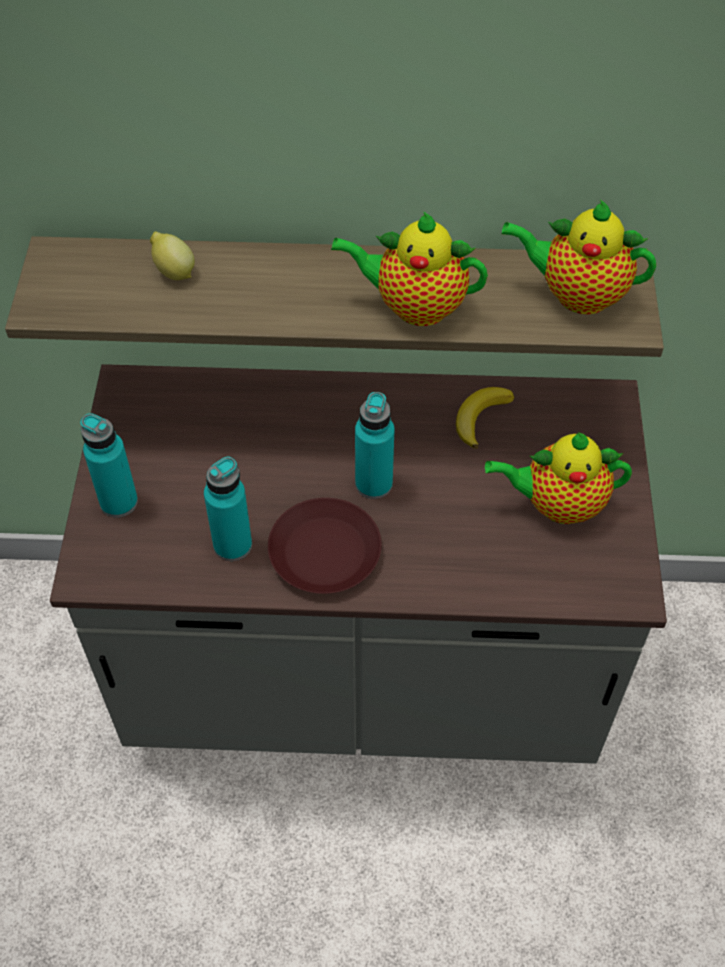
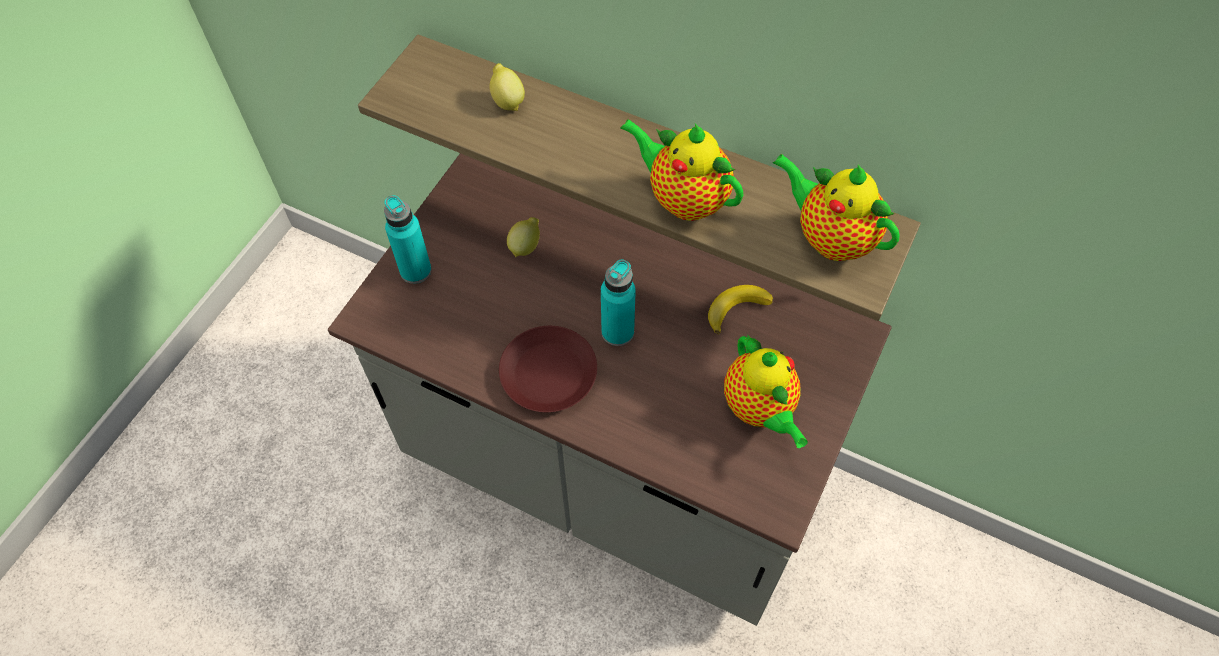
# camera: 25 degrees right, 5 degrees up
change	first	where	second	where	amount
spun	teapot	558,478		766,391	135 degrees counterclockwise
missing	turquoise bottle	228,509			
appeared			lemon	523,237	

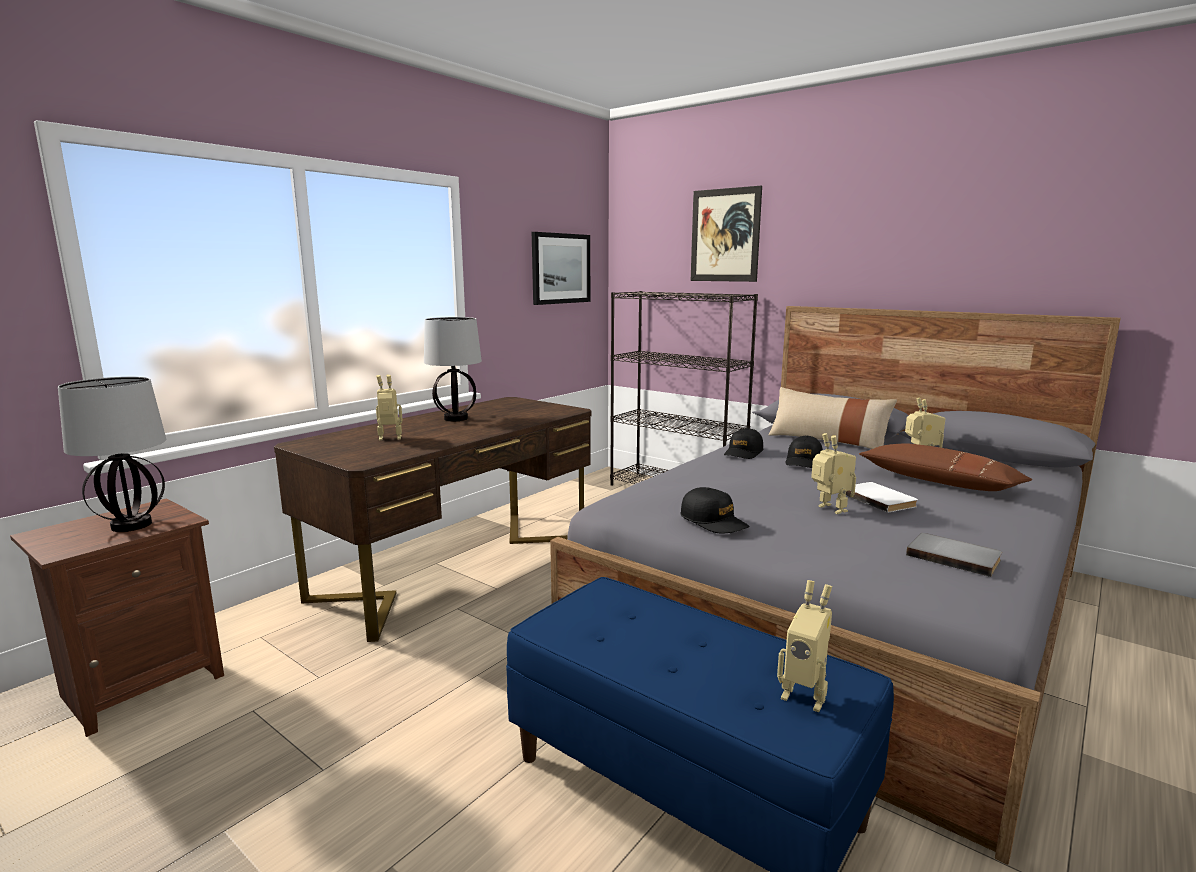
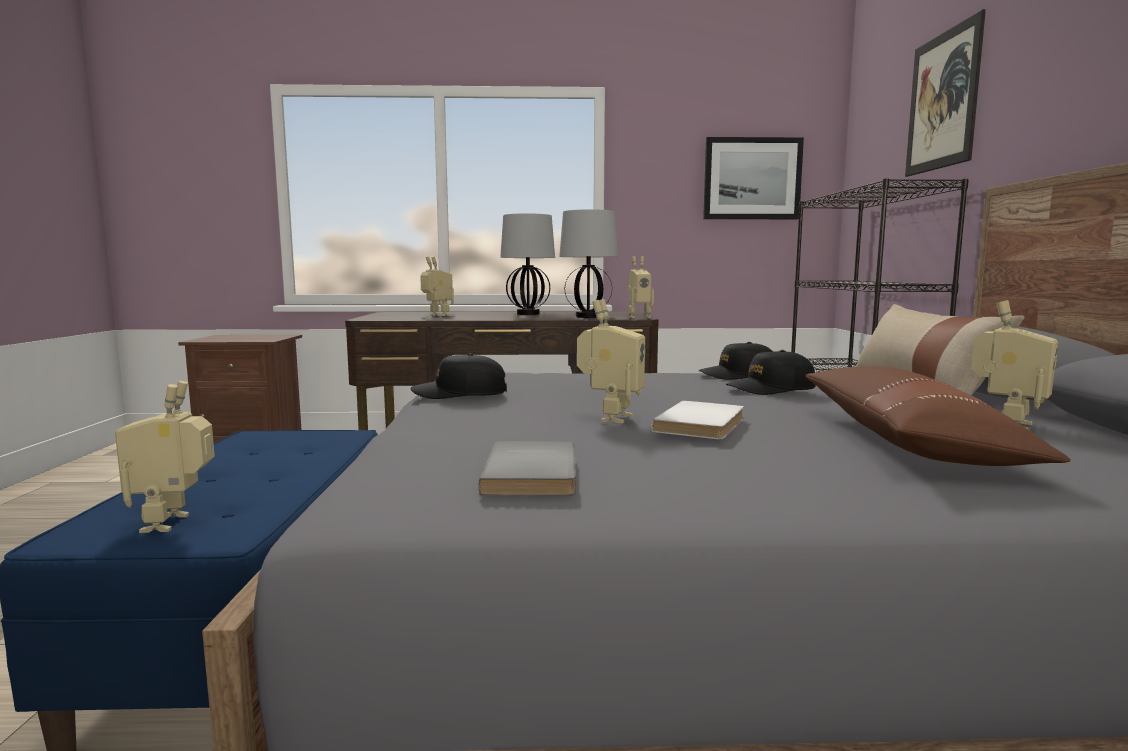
# camera: 50 degrees right, 5 degrees down
change	first	where	second	where	amount
relocated	table lamp	112,454		588,263	
spun	black cap	714,510		459,376	75 degrees clockwise
appeared			toy robot	641,287	

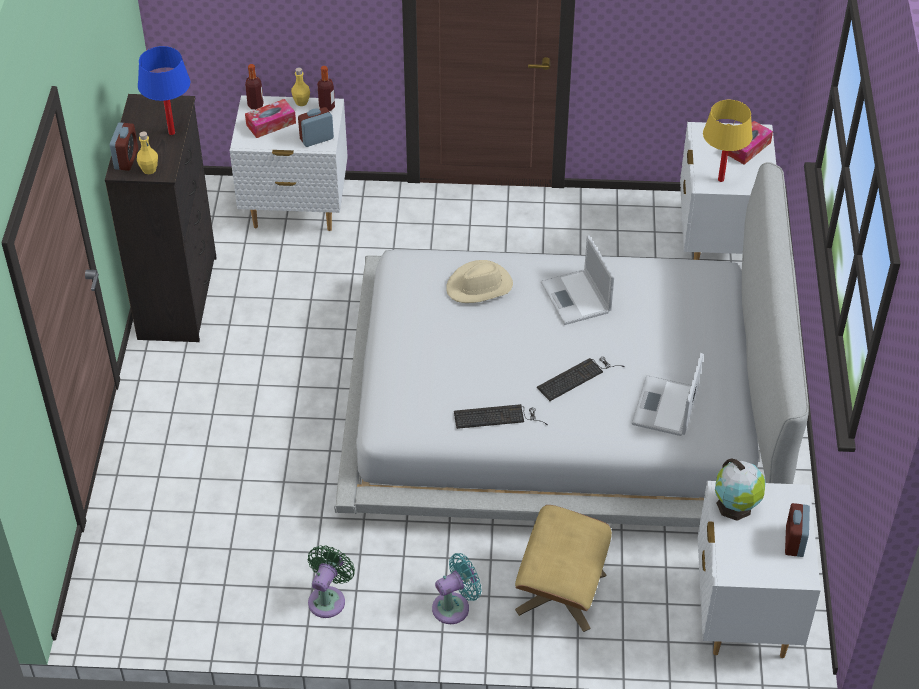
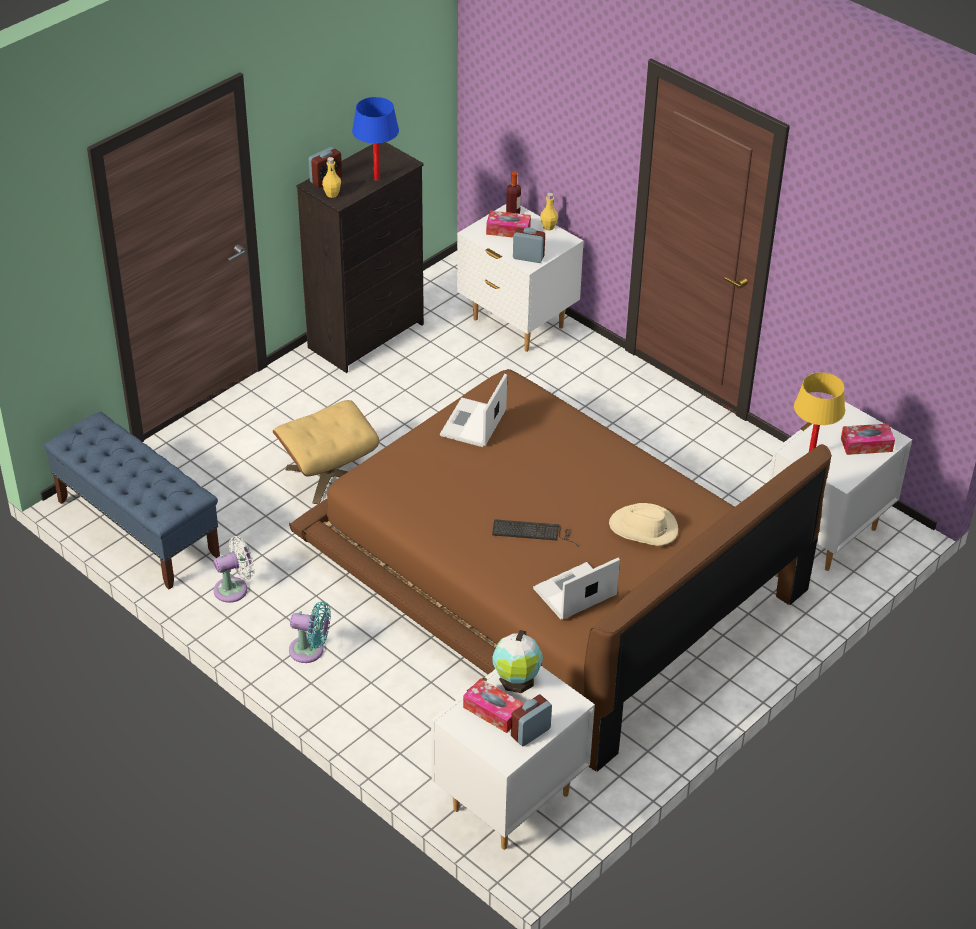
# camera: 40 degrees right, 5 degrees down
change	first	where	second	where	amount
missing	bottle	326,88			
colour	white bed	571,344	brown bed	560,570	
relocated	laptop	577,280		473,410	
relocated	beige hat	479,281		643,524	
missing	keyboard	501,416			
relocated	beige ottoman	563,568		326,452	
colour	green fan	331,581	white fan	234,569	
appeared			blue bench	132,500	
appeared			tissue box	493,705	

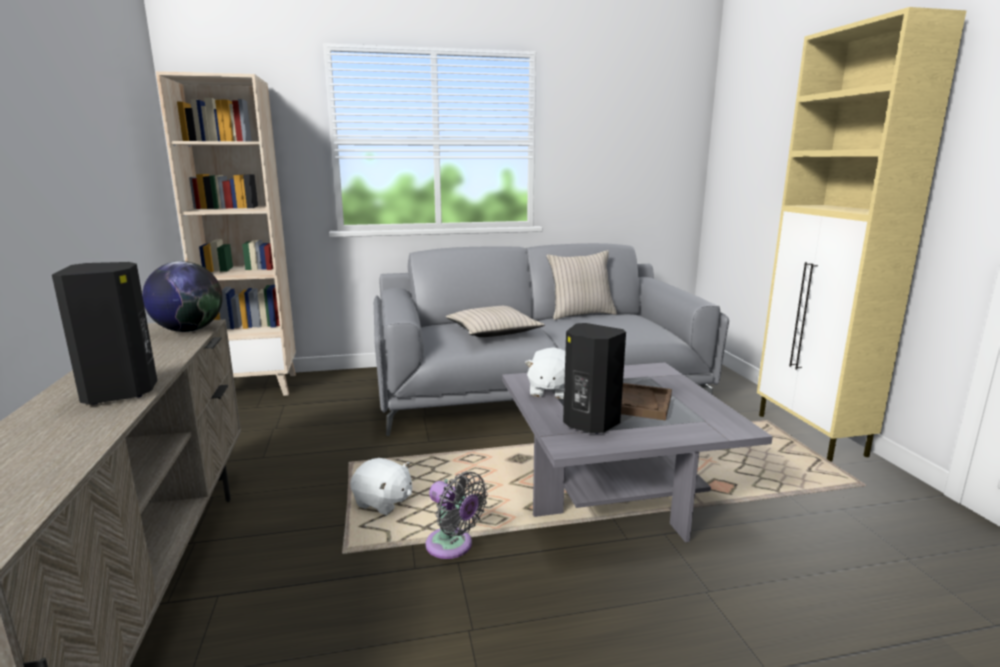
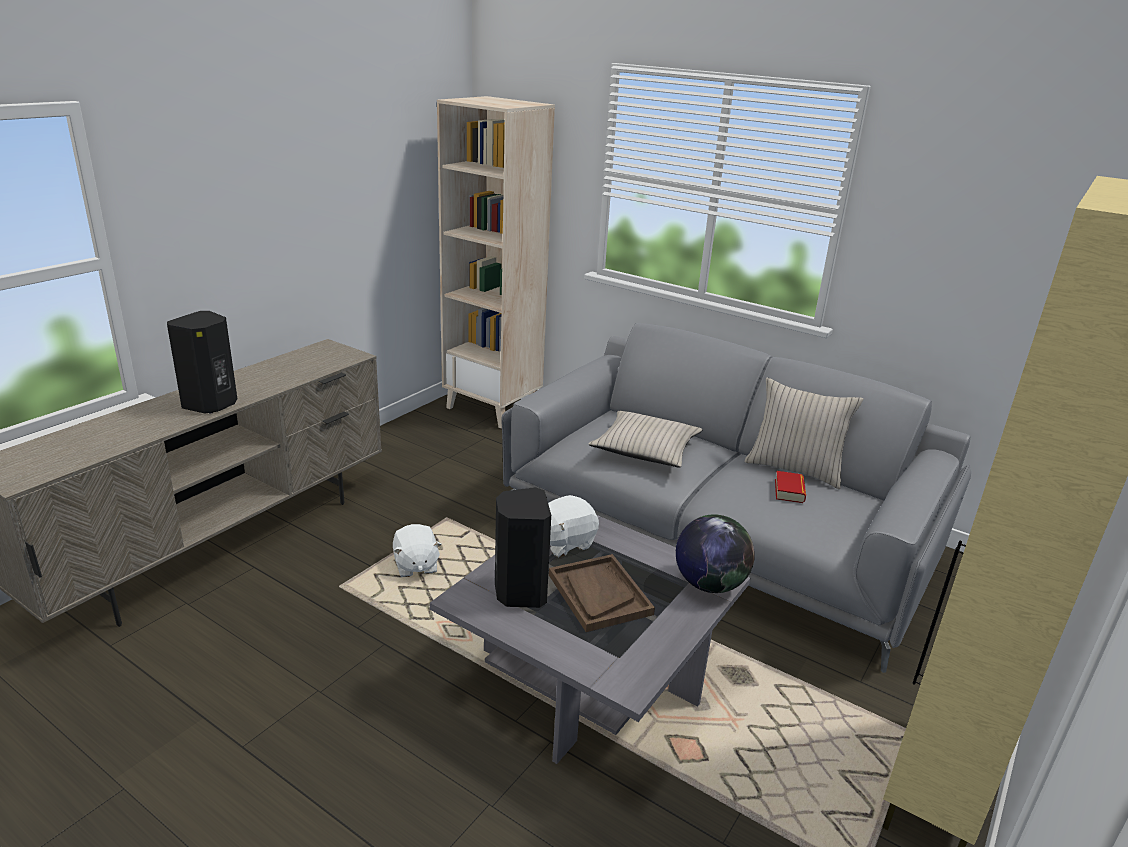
# camera: 45 degrees right, 10 degrees up
change	first	where	second	where	amount
relocated	globe	182,296		715,553	
missing	grey fan	456,515			
appeared			book	790,487	

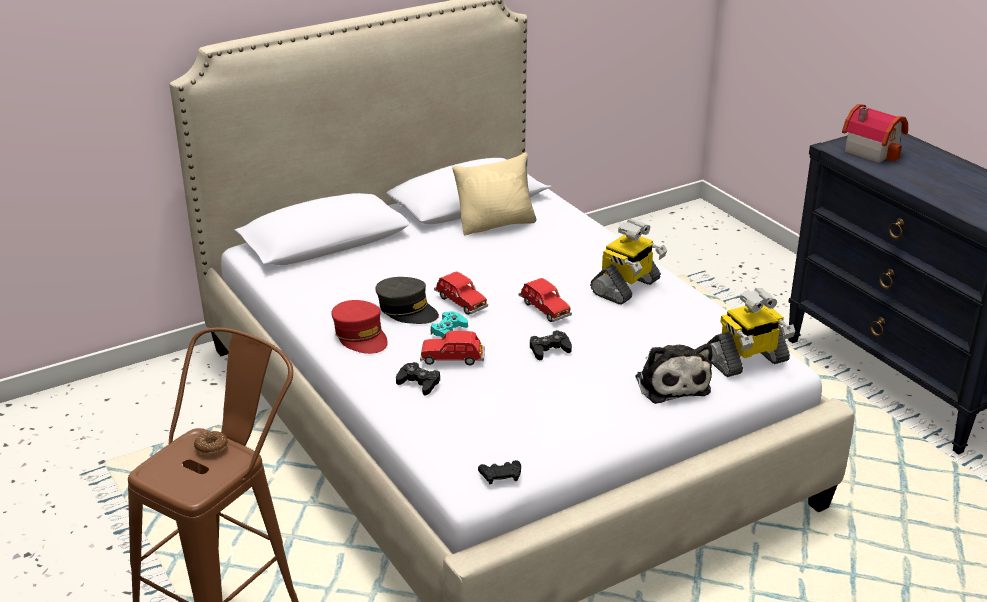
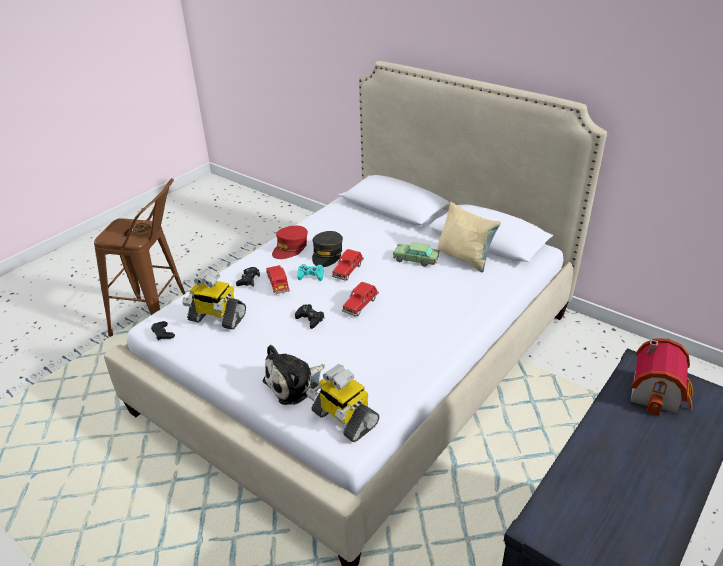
# camera: 70 degrees right, 5 degrees up
change	first	where	second	where	amount
relocated	toy robot	628,262		214,300	
appeared			toy car	416,254	

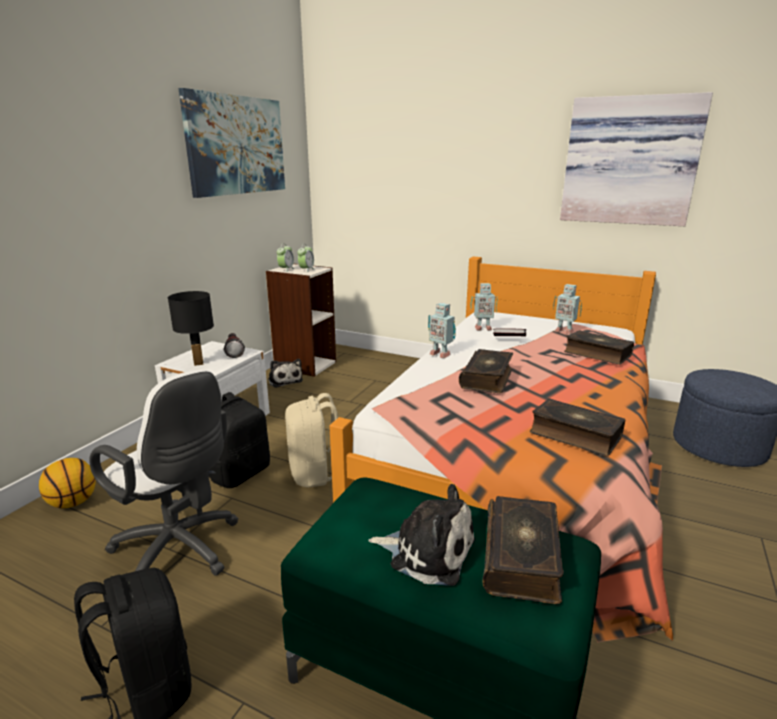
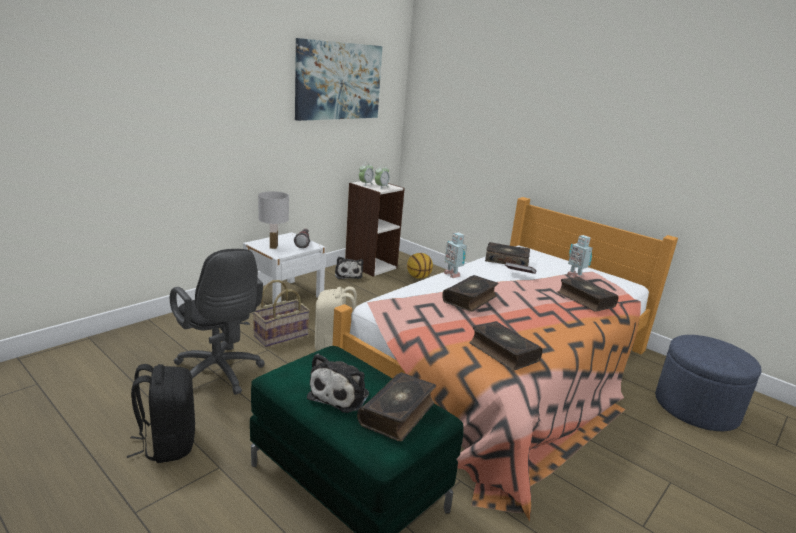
# camera: 15 degrees right, 0 degrees up
change	first	where	second	where	amount
missing	picture	636,159			
exchanged	toy robot	484,307	book	507,254	
colour	black table lamp	191,328	white table lamp	273,220	
colour	white office chair	164,473	black office chair	217,322	
exchanged	black backpack	239,440	basket	281,313	
relocated	basketball	67,483		420,266	
spun	plush toy	421,535		338,383	75 degrees clockwise

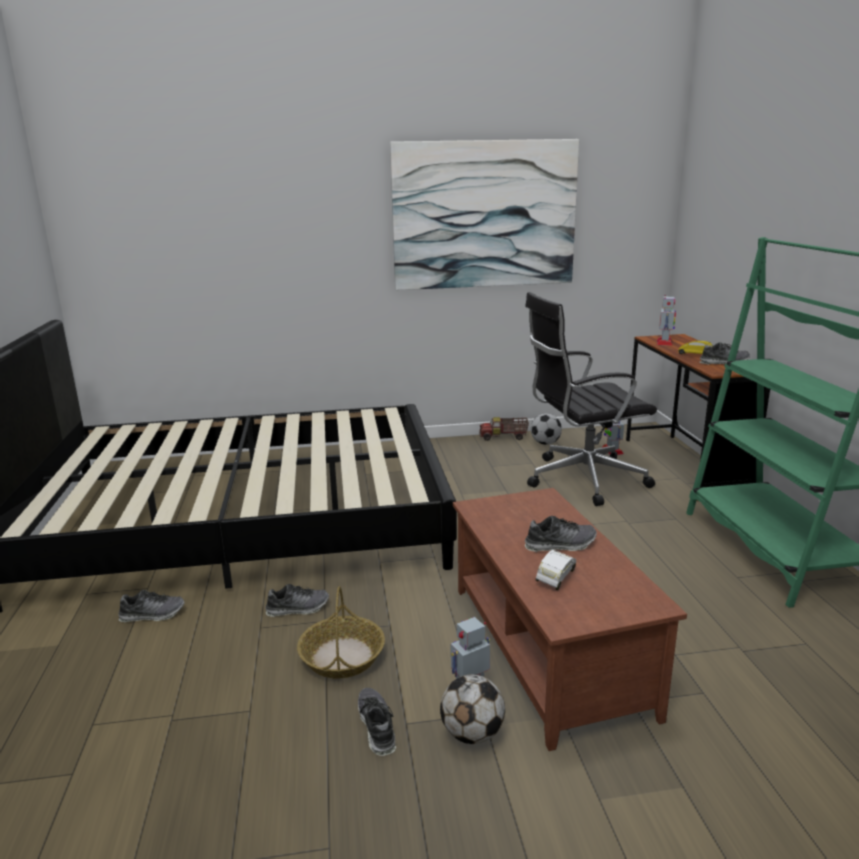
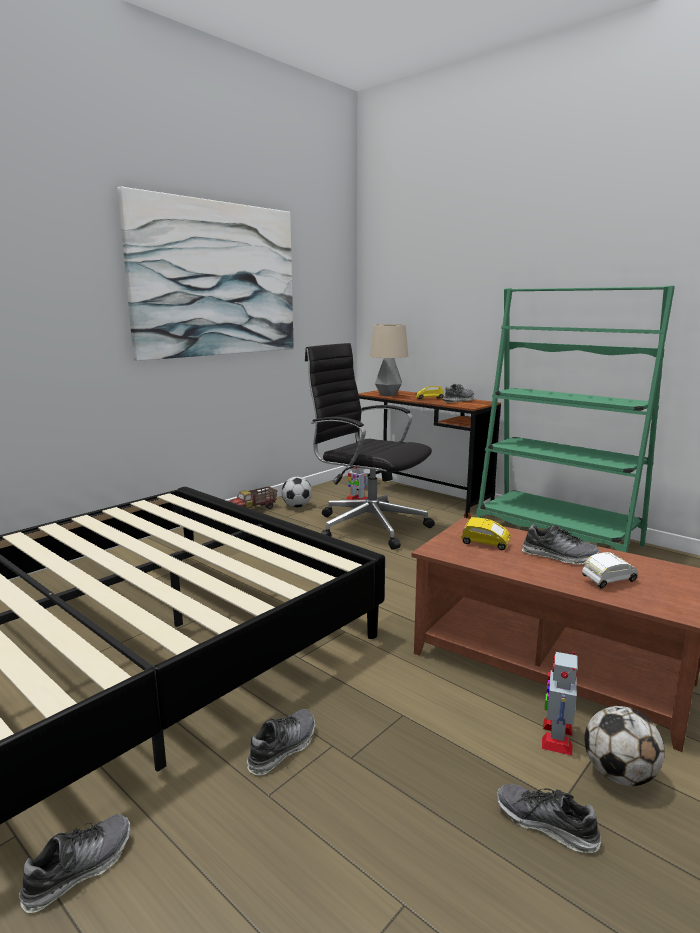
# camera: 40 degrees left, 5 degrees down
change	first	where	second	where	amount
spun	black office chair	591,399		370,446	90 degrees clockwise
exchanged	toy robot	666,320	table lamp	389,360	
spun	shoe	561,534		561,545	75 degrees clockwise
spun	white toy car	556,570		610,570	75 degrees clockwise
missing	basket	341,632			
appeared			yellow toy car	486,533	

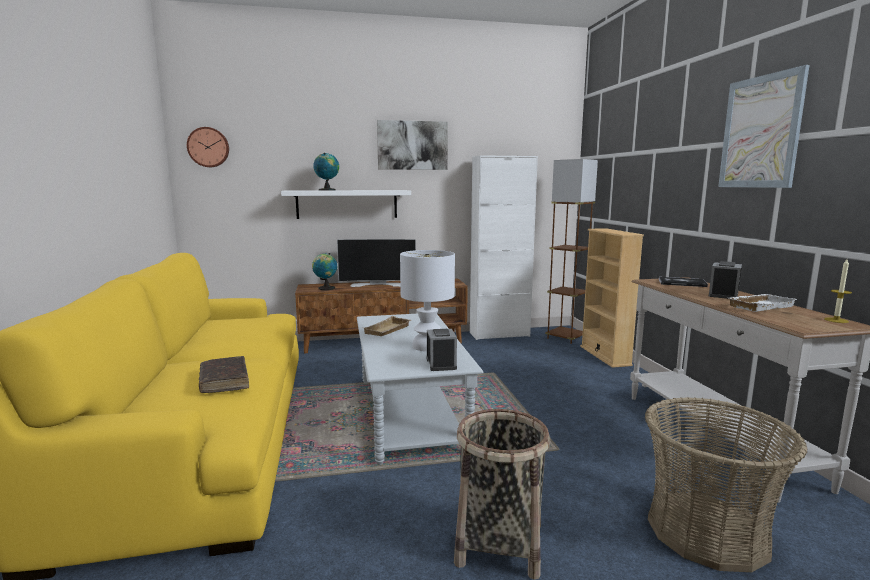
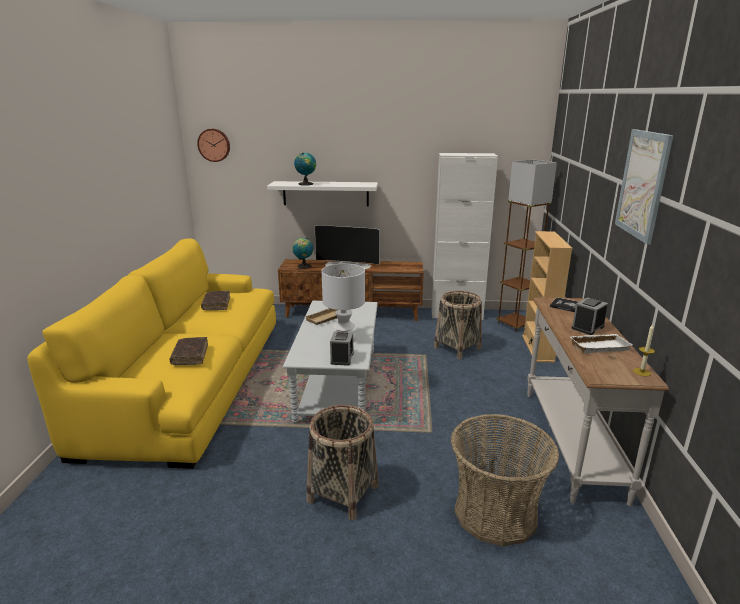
# camera: 15 degrees right, 10 degrees up
change	first	where	second	where	amount
missing	picture	412,145			
appeared			brown book	215,300	
appeared			basket	458,325	

